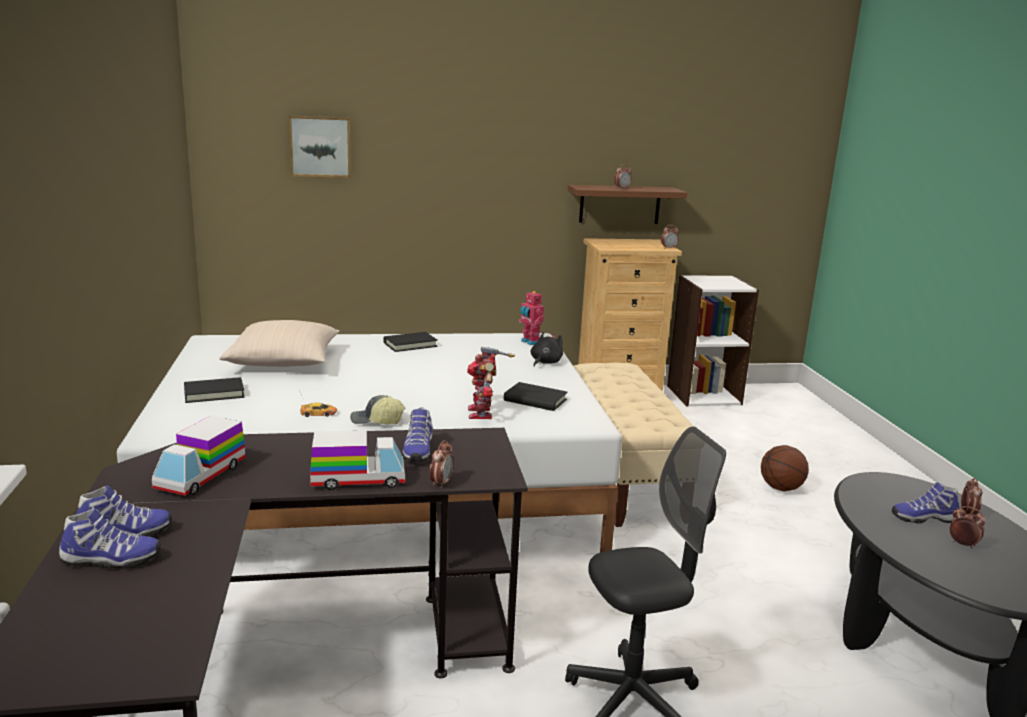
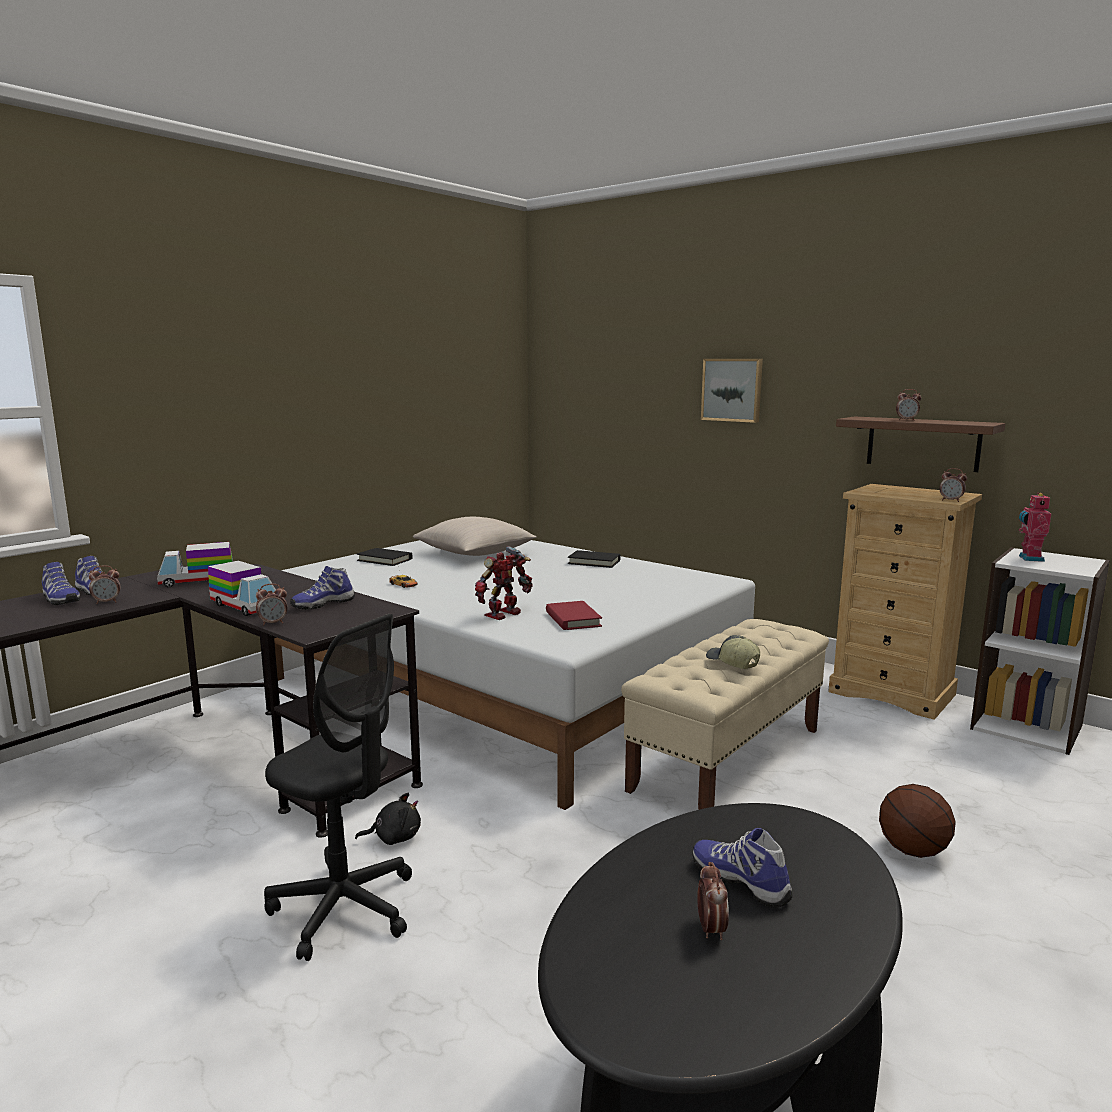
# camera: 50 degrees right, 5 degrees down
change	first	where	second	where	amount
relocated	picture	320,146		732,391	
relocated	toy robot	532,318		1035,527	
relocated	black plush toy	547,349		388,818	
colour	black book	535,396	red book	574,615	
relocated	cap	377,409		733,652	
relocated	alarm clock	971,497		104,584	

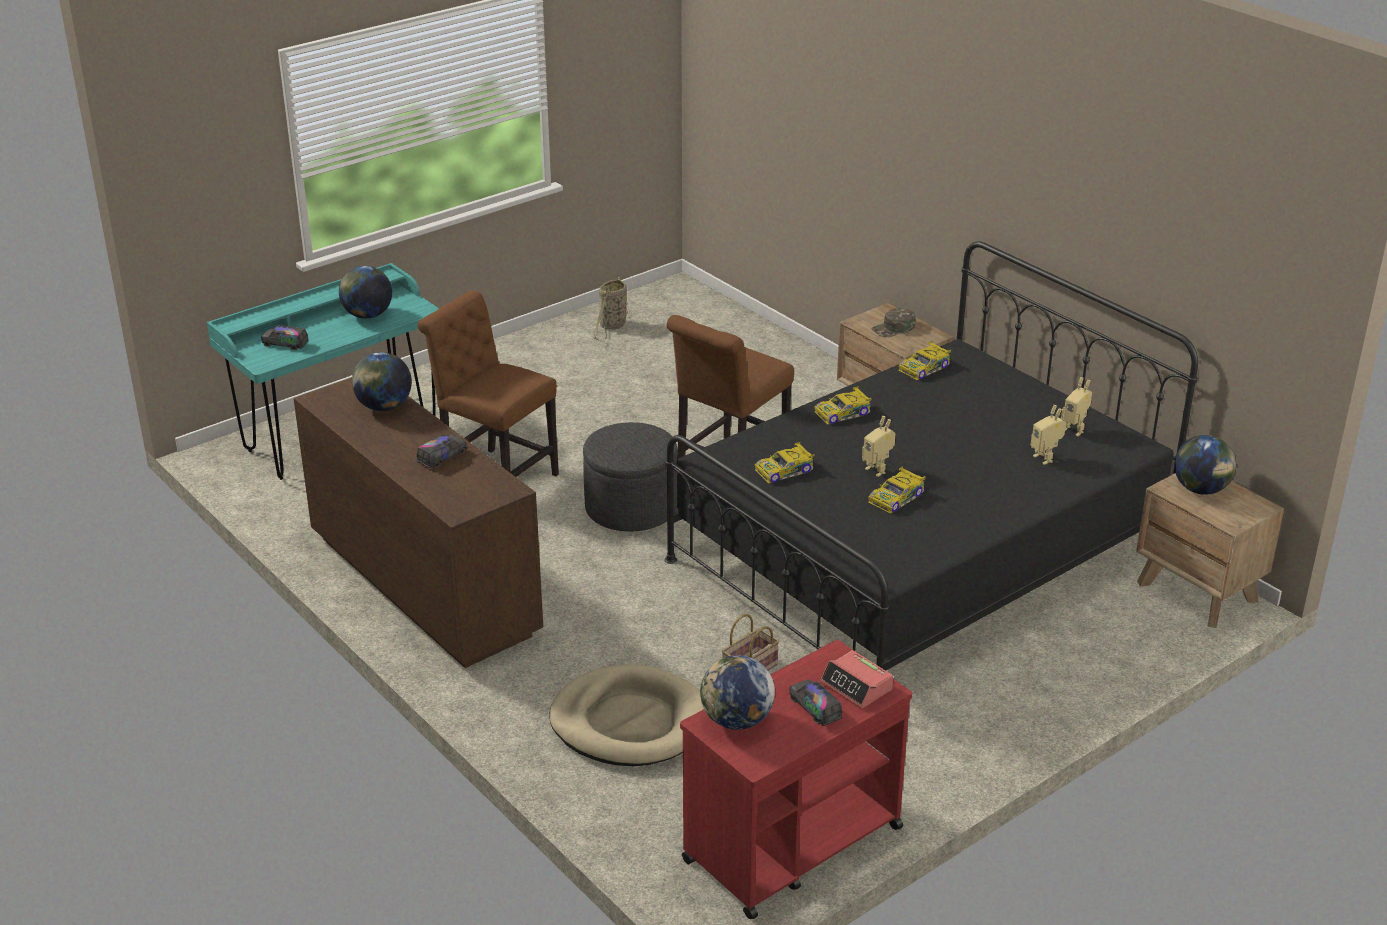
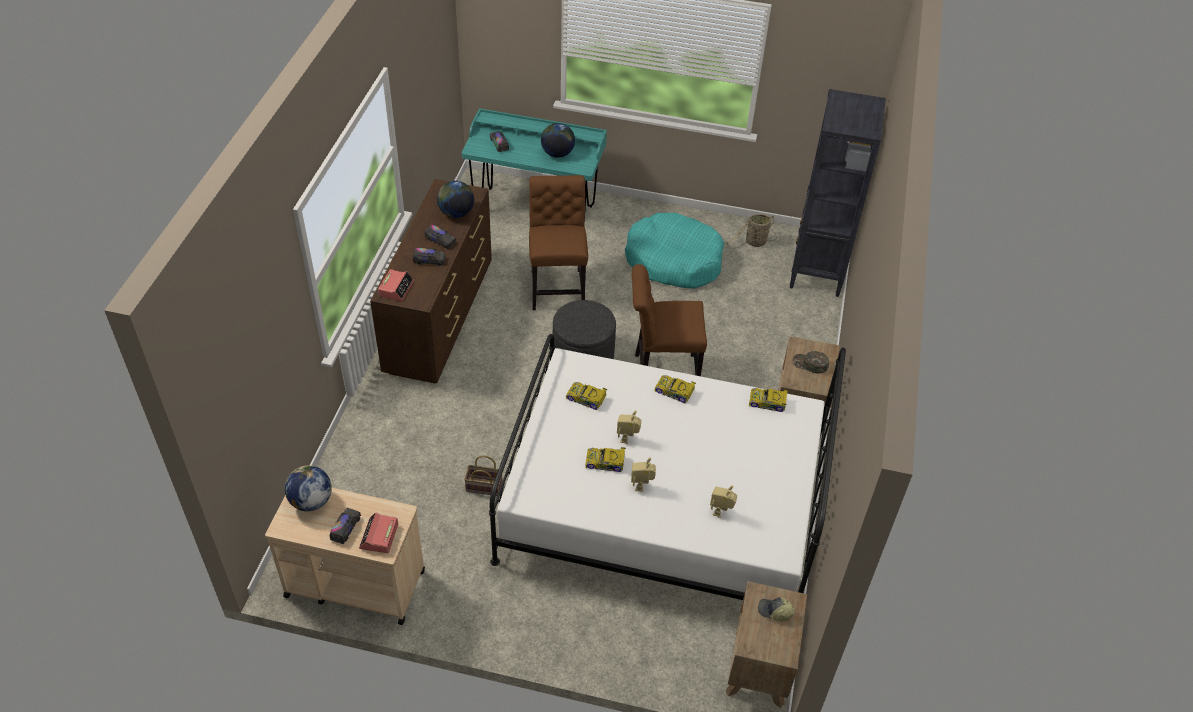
# camera: 50 degrees right, 15 degrees up
change	first	where	second	where	amount
colour	black bed	931,456	white bed	667,467	
relocated	toy robot	1076,406		643,474	
exchanged	globe	1205,465	cap	776,609	
colour	red cart	796,779	beige cart	345,556	
missing	beige dog bed	626,715			
appeared			black bookcase	838,193	
appeared			turquoise dog bed	674,251	
appeared			toy truck	440,236	
appeared			alarm clock	396,285	

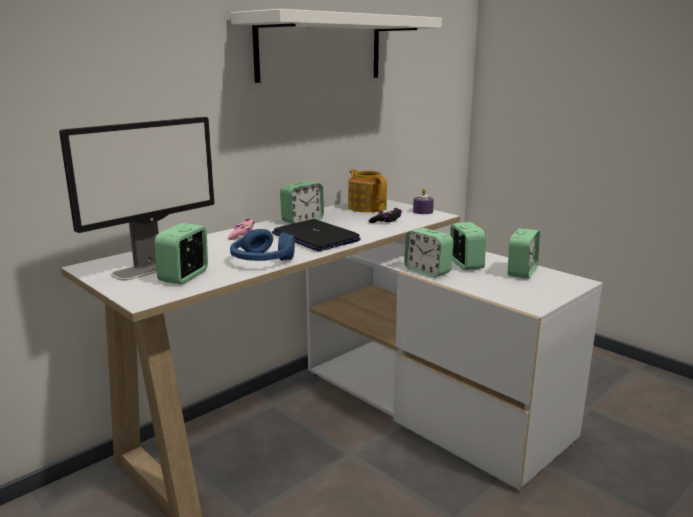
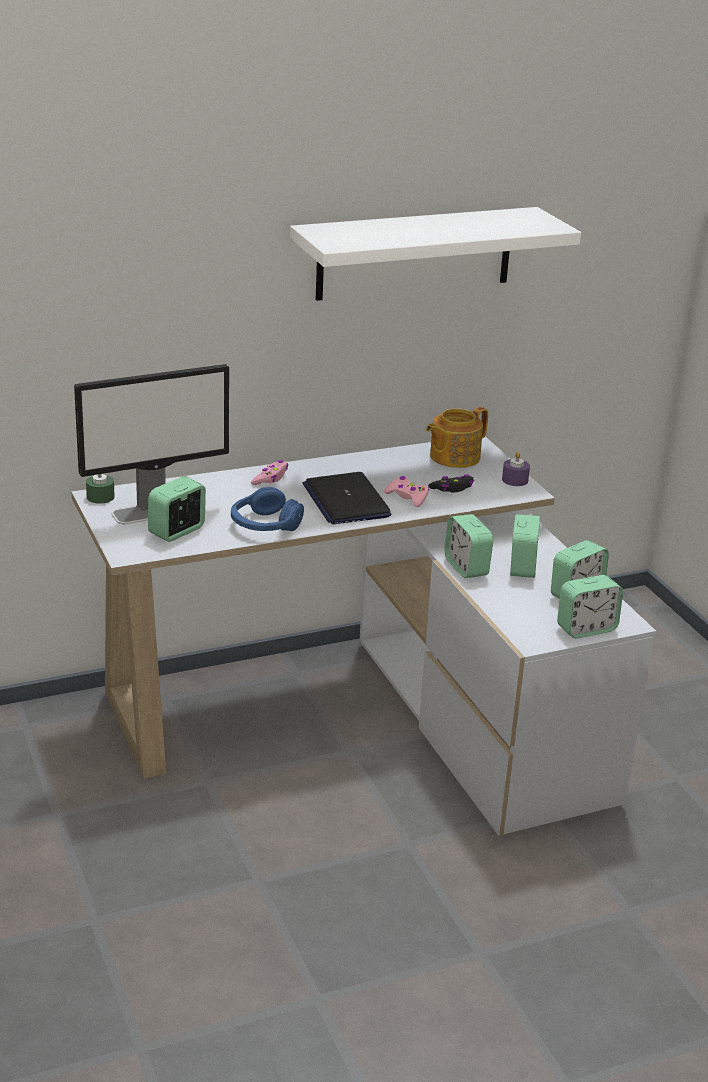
# camera: 20 degrees right, 10 degrees up
change	first	where	second	where	amount
spun	teapot	367,190		457,437	120 degrees counterclockwise
relocated	alarm clock	302,202		590,606	
appeared			green candle	100,489	
appeared			pink game controller	406,491	

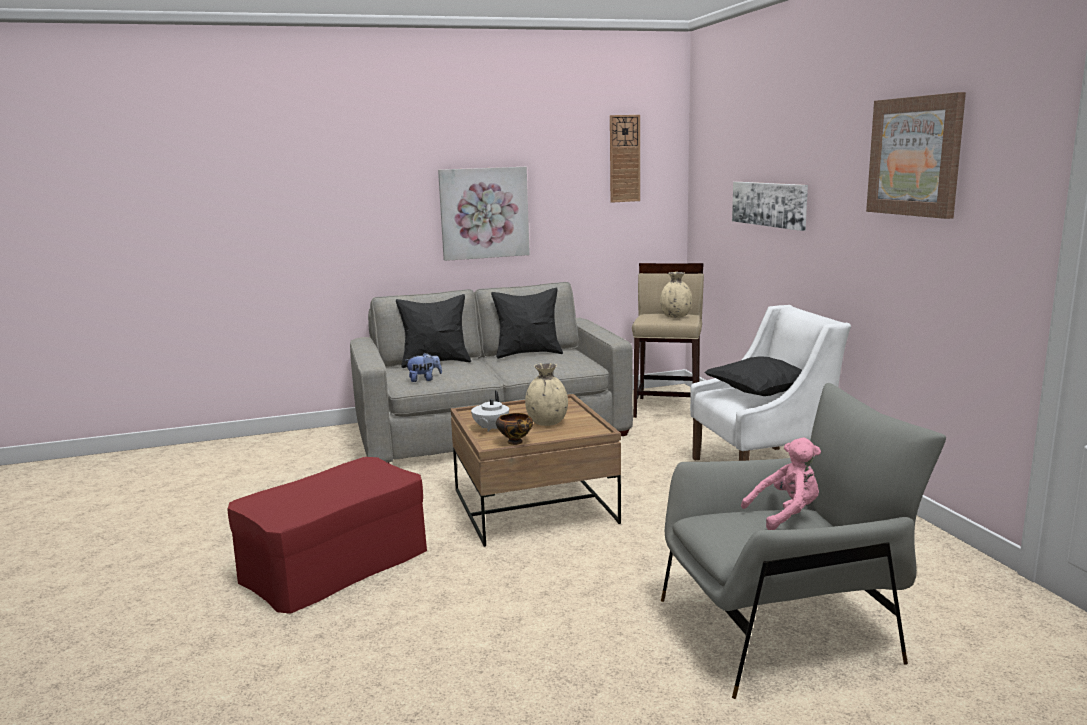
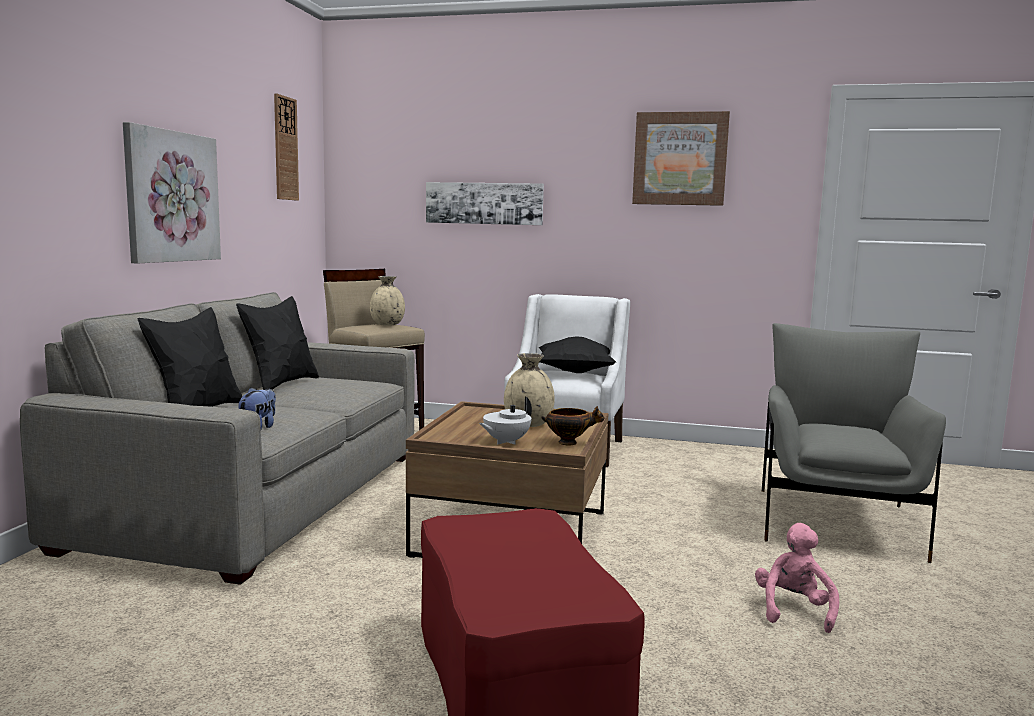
# camera: 60 degrees left, 5 degrees down
change	first	where	second	where	amount
spun	white teapot	490,411		505,421	90 degrees clockwise
relocated	pink plush toy	781,484		797,578	

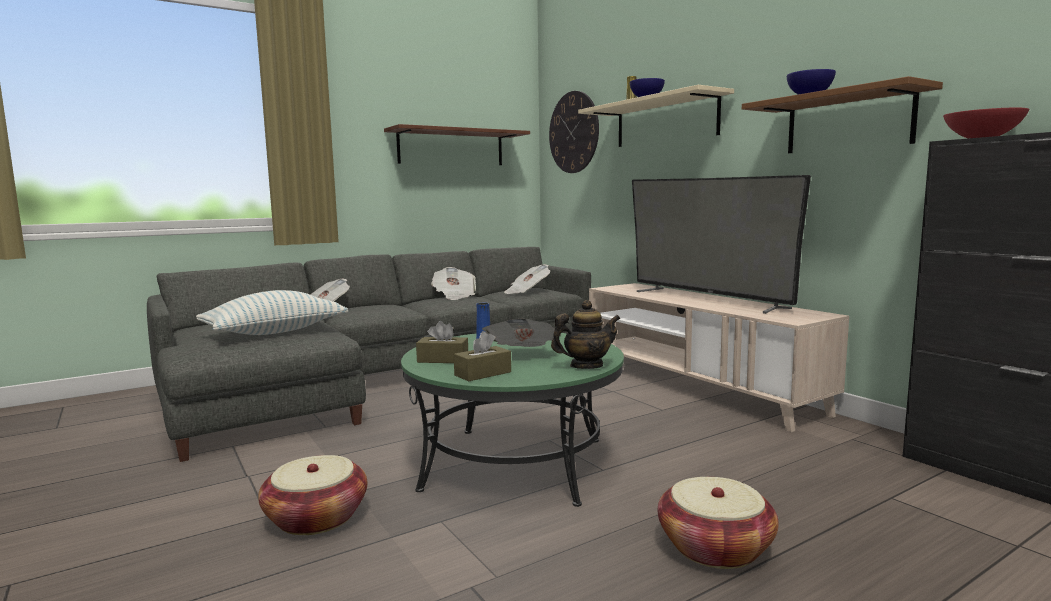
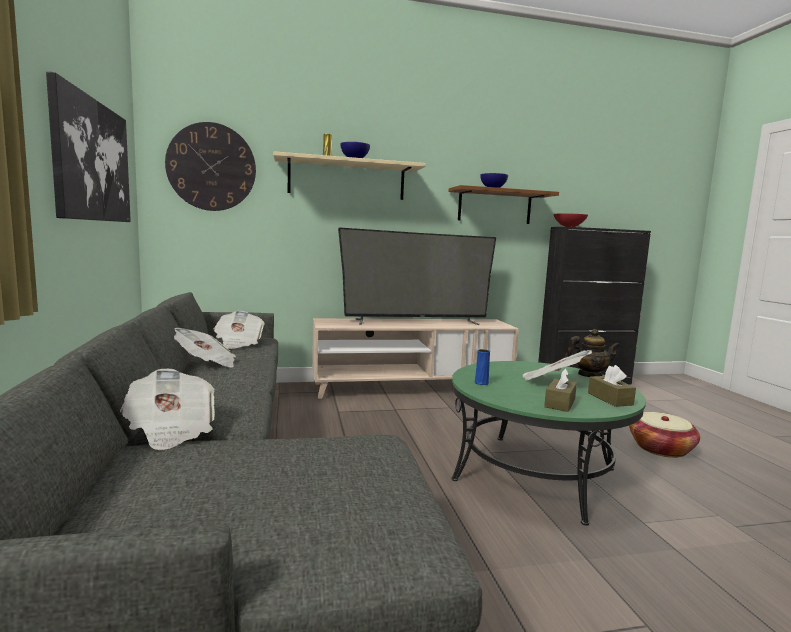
# camera: 70 degrees left, 0 degrees up
change	first	where	second	where	amount
exchanged	brown shelf	457,144	picture	88,147	
missing	pillow	272,312			
spun	teapot	585,334		592,353	90 degrees clockwise
missing	basket	312,495			

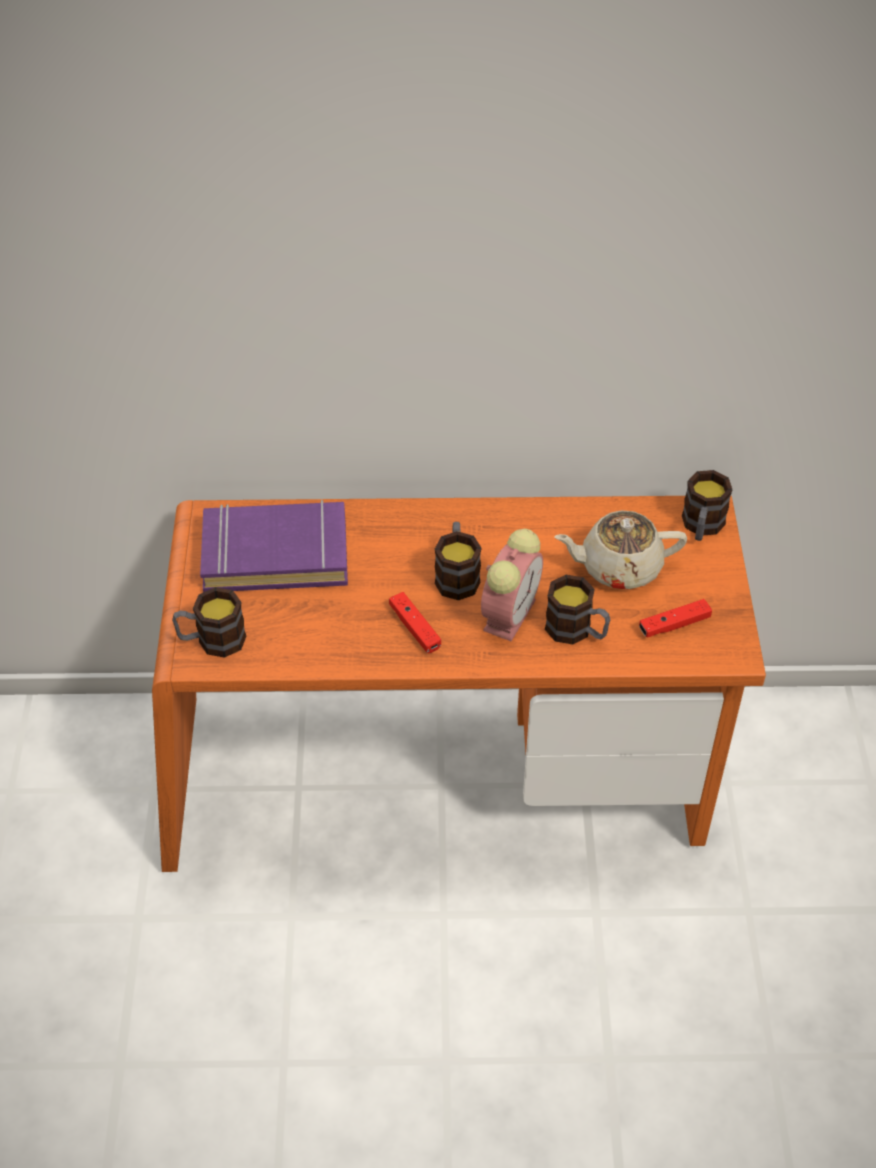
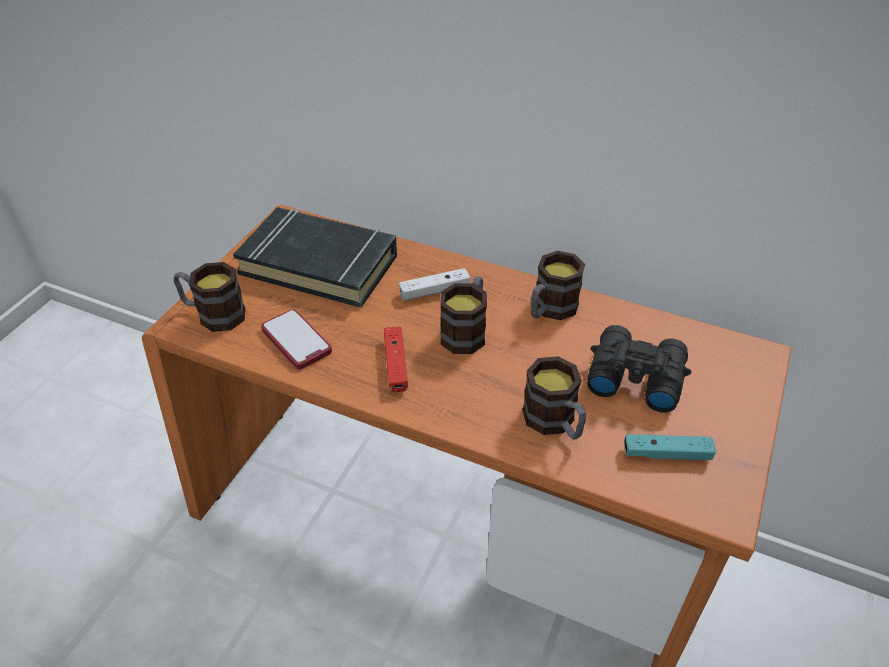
# camera: 25 degrees right, 5 degrees down
change	first	where	second	where	amount
relocated	mug	707,505		558,285	
colour	purple book	274,546	black book	315,257	
exchanged	beige teapot	621,549	black binoculars	639,368	
missing	alarm clock	512,585			
colour	red game controller	675,618	turquoise game controller	670,447	
appeared			white game controller	434,284	
appeared			phone	296,339	

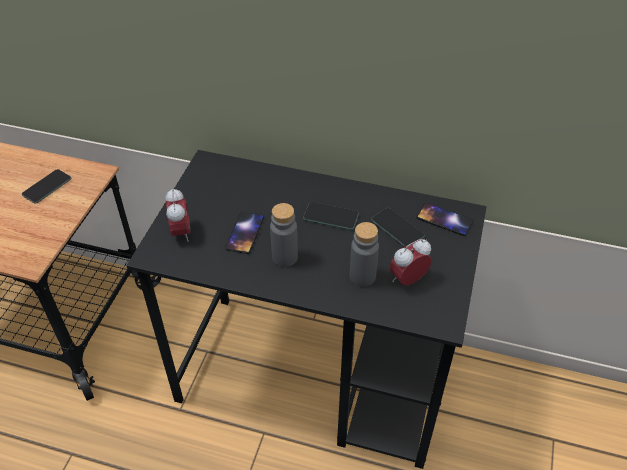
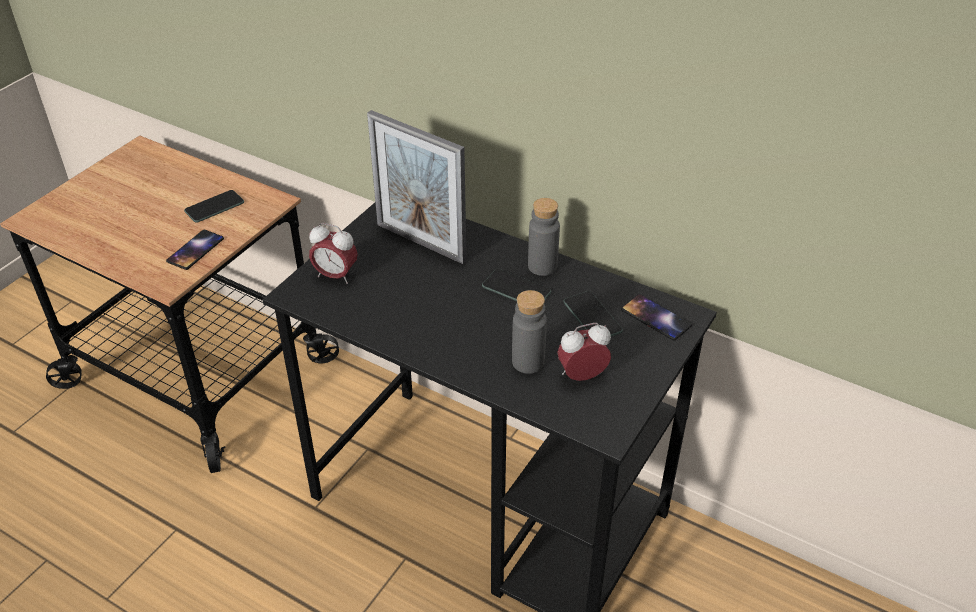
# camera: 15 degrees right, 5 degrees down
change	first	where	second	where	amount
spun	alarm clock	177,215		333,253	105 degrees clockwise
relocated	grey bottle	284,235		544,237	
relocated	phone	244,233		195,250	
appeared			picture frame	417,187	

